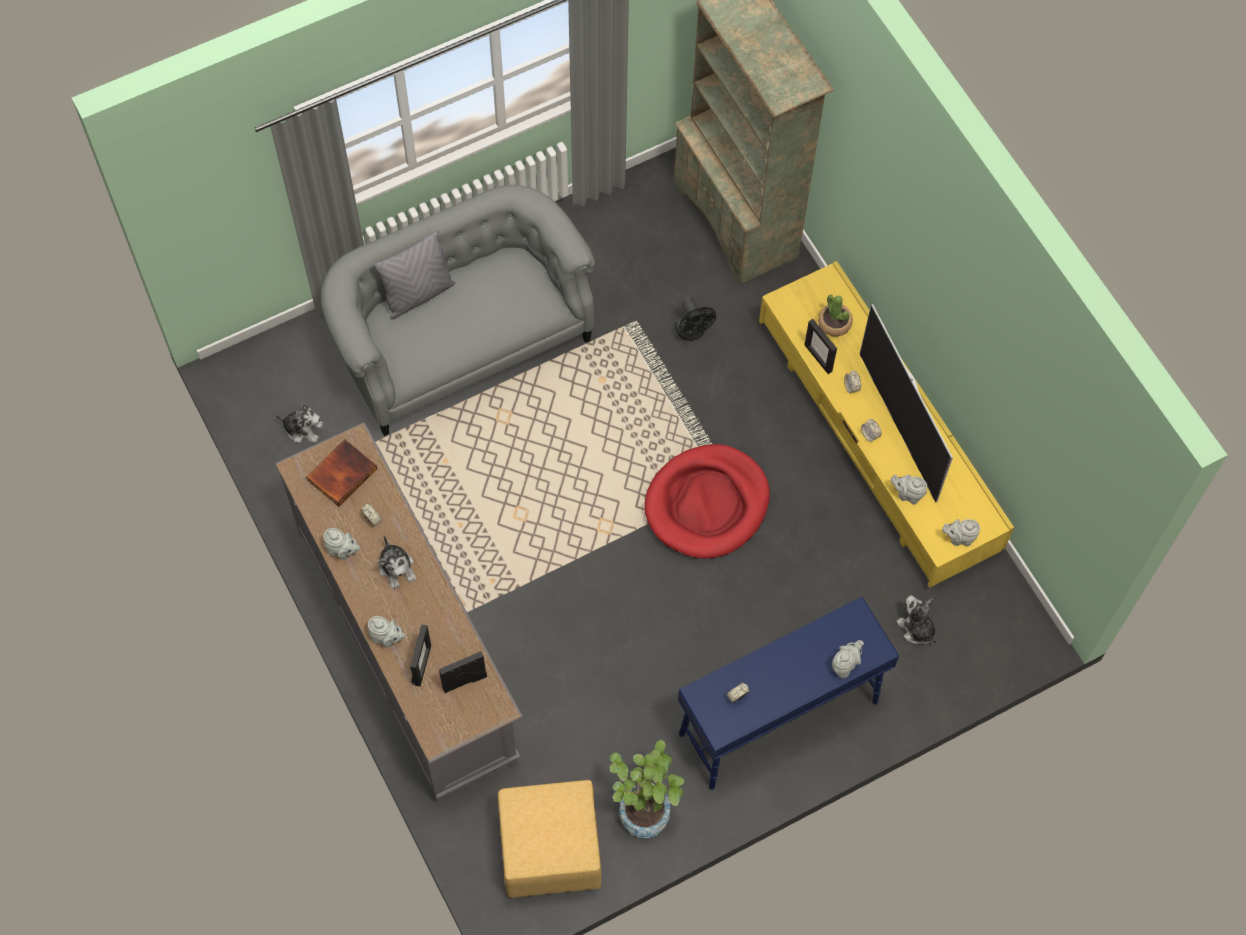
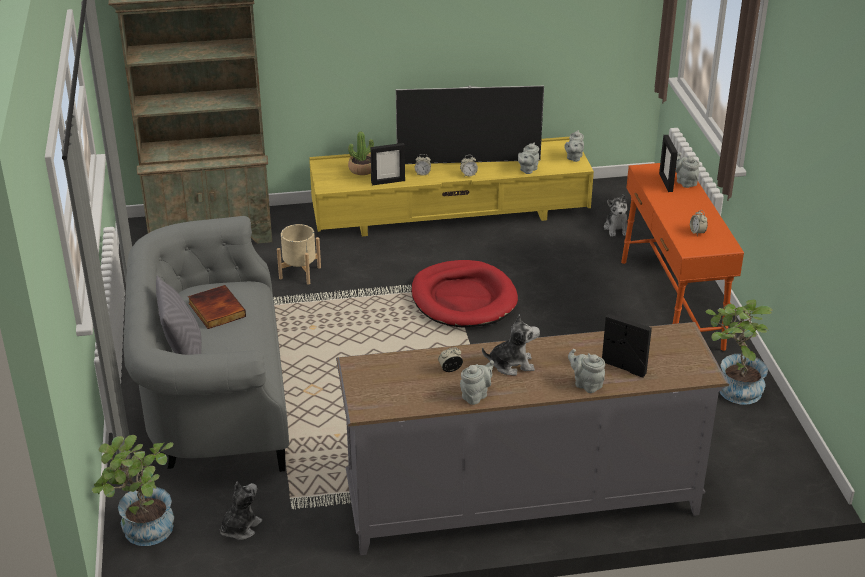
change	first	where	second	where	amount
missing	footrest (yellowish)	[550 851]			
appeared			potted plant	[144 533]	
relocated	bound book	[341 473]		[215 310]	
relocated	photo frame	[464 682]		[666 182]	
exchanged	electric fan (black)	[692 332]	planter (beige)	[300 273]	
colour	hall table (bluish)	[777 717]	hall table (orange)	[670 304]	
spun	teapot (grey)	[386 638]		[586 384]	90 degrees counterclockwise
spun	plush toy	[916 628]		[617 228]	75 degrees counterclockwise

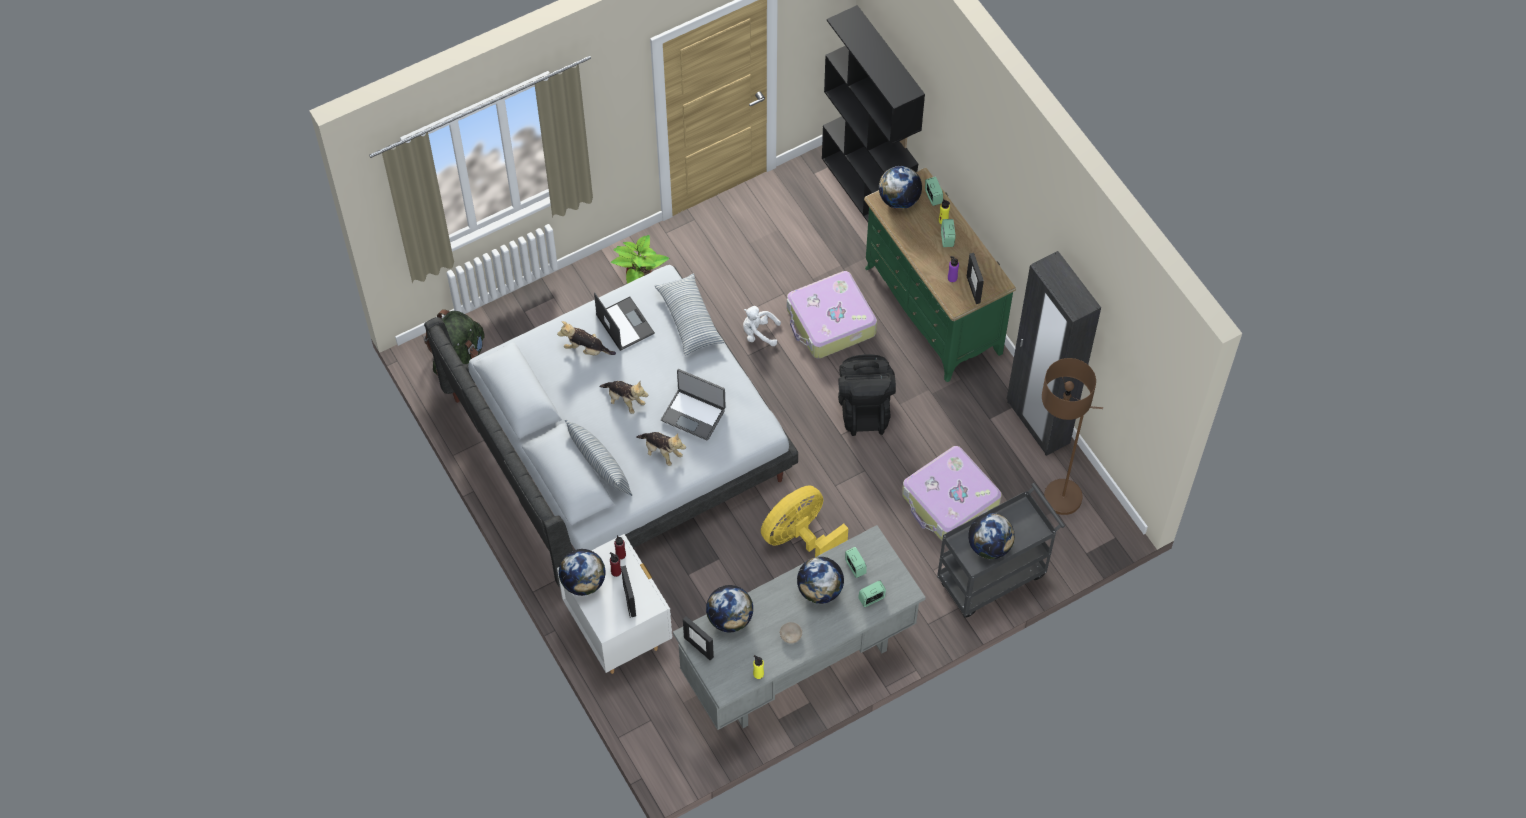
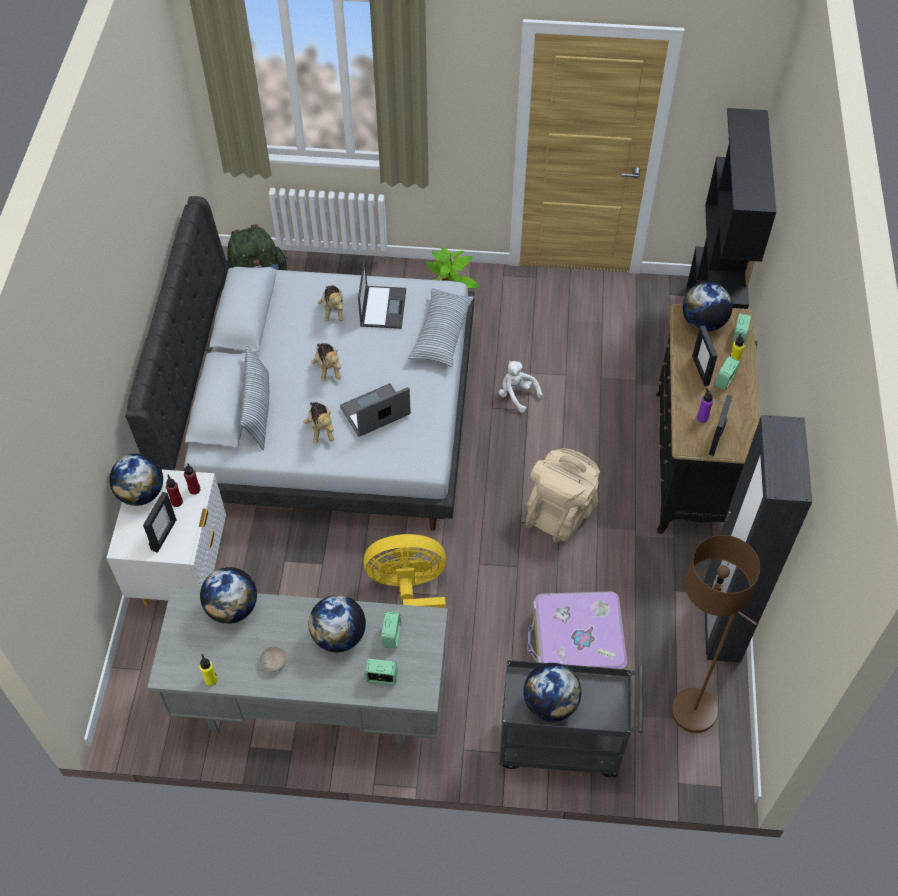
change	first	where	second	where	amount
missing	piece of luggage	[830 322]			
relocated	photo frame	[699 647]		[701 370]	
colour	backpack (black)	[864 408]	backpack (beige)	[561 511]	
colour	chest of drawers (green)	[931 311]	chest of drawers (black)	[690 462]	
spun	plush toy	[586 349]		[333 310]	150 degrees counterclockwise
spun	portable computer	[693 414]		[375 412]	90 degrees clockwise

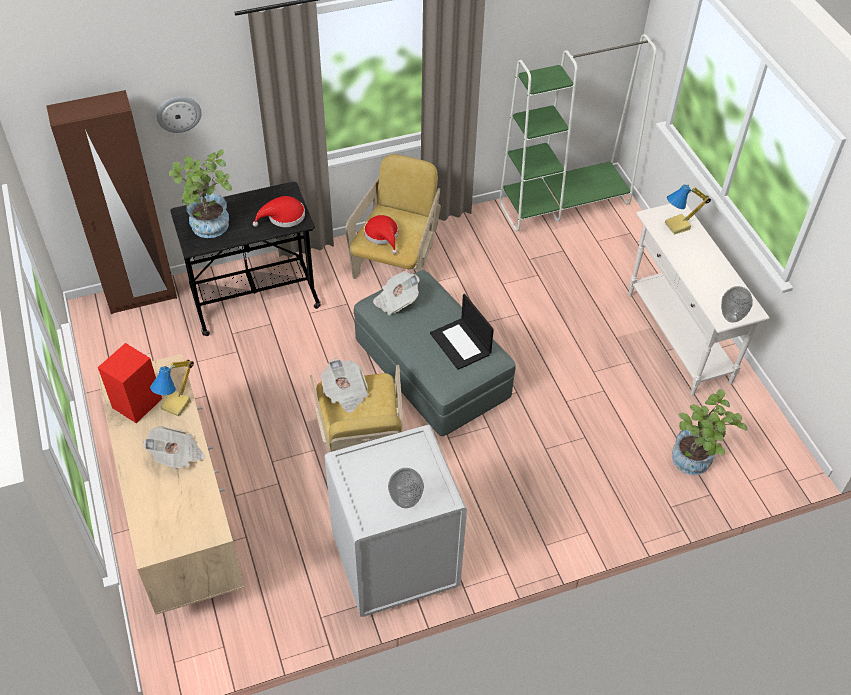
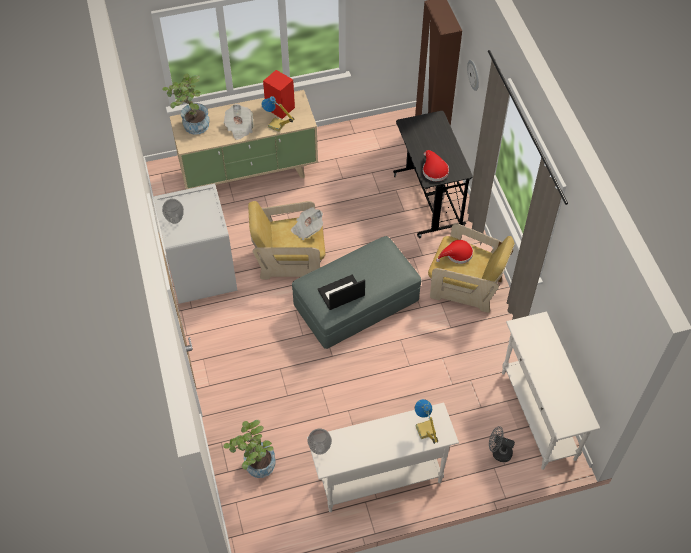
change	first	where	second	where	amount
missing	printed paper	[396 301]			
appeared			electric fan (grey)	[498 452]	
relocated	potted plant	[210 229]		[192 125]	
exchanged	clothes rack (green)	[564 205]	hall table (white)	[537 416]	

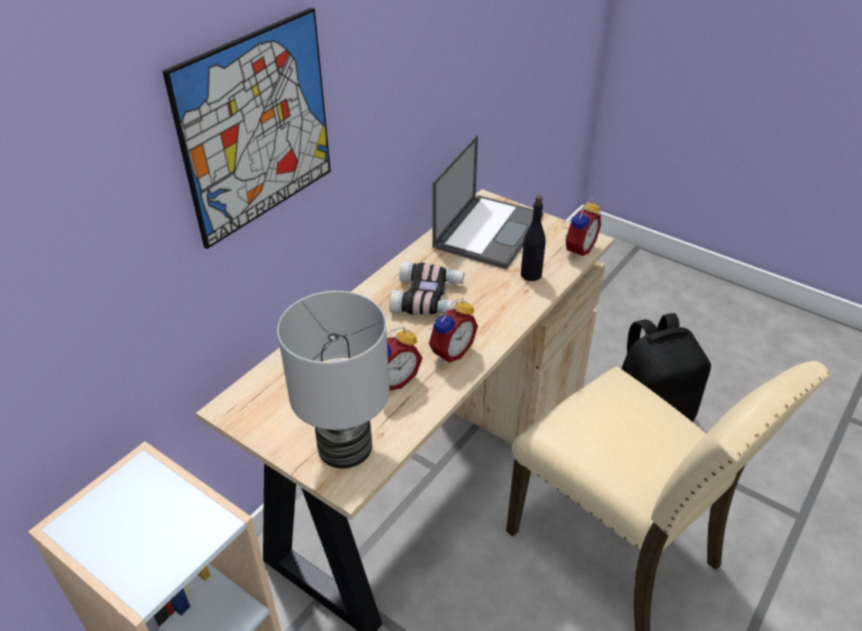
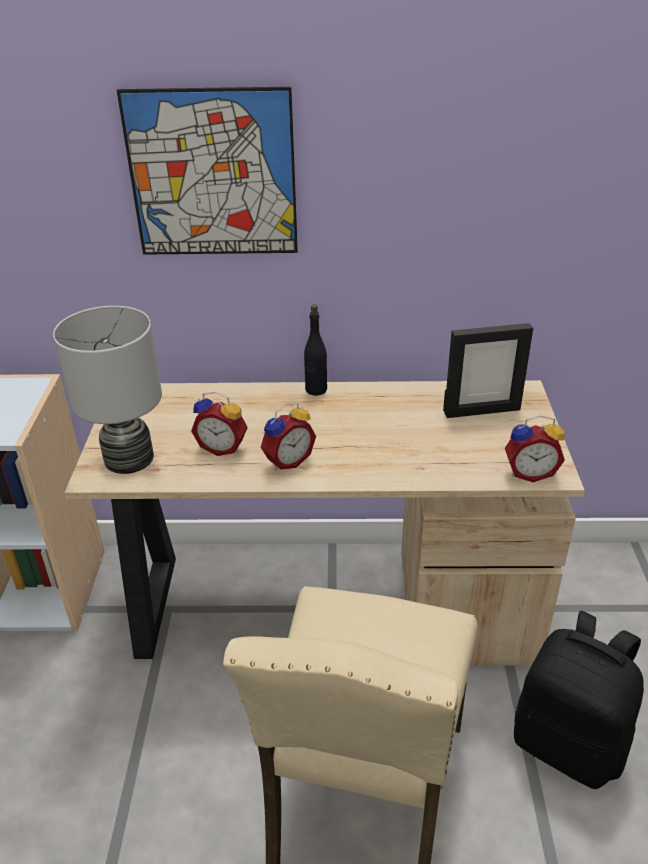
change	first	where	second	where	amount
missing	binoculars	[429 297]			
relocated	bottle (black)	[531 275]		[316 390]	
exchanged	portable computer	[488 230]	photo frame	[481 410]	
spun	table clock	[450 352]		[287 461]	45 degrees counterclockwise

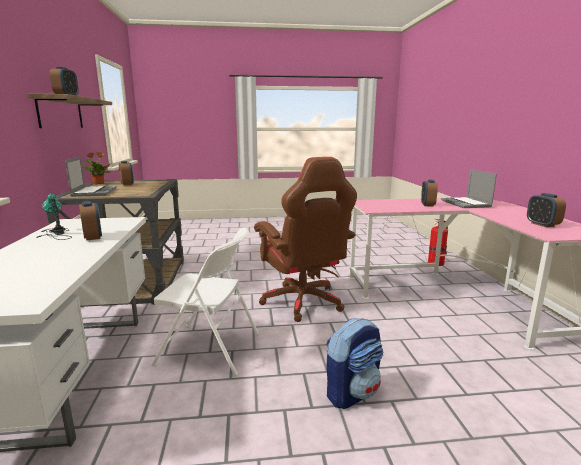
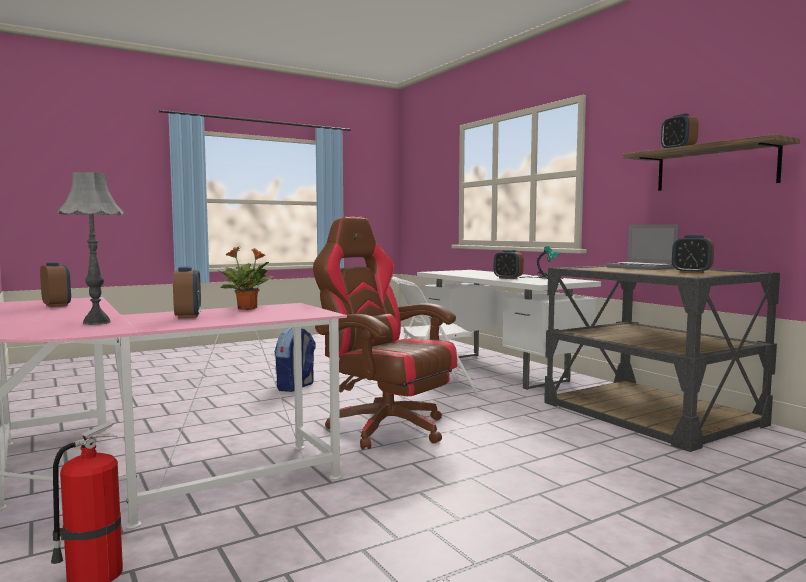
change	first	where	second	where	amount
relocated	potted plant	[98 183]		[248 309]	
exchanged	portable computer	[466 204]	tabletop lamp (grey)	[96 323]	

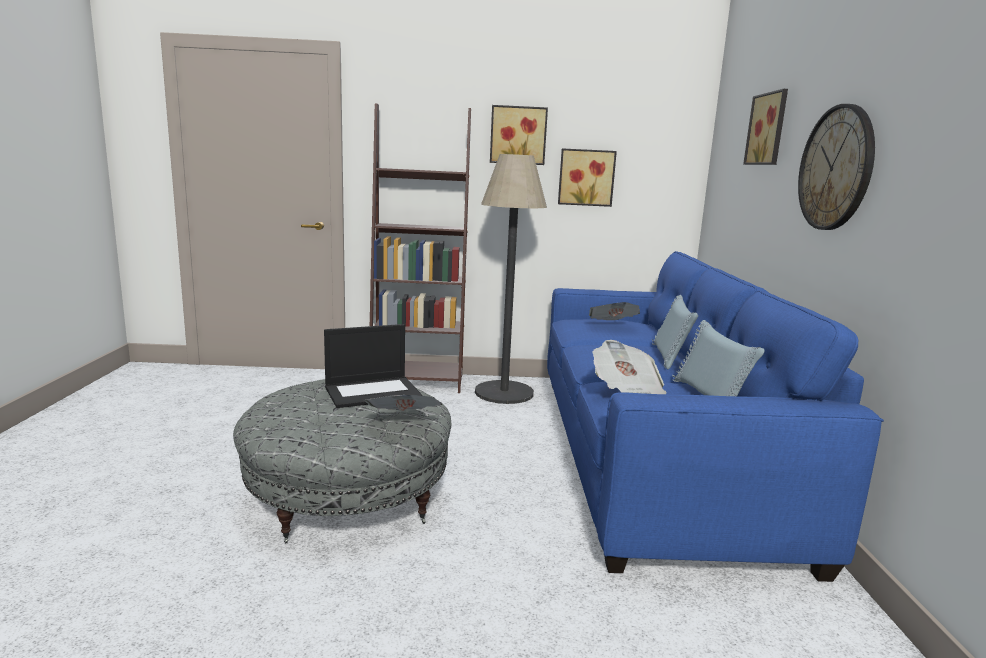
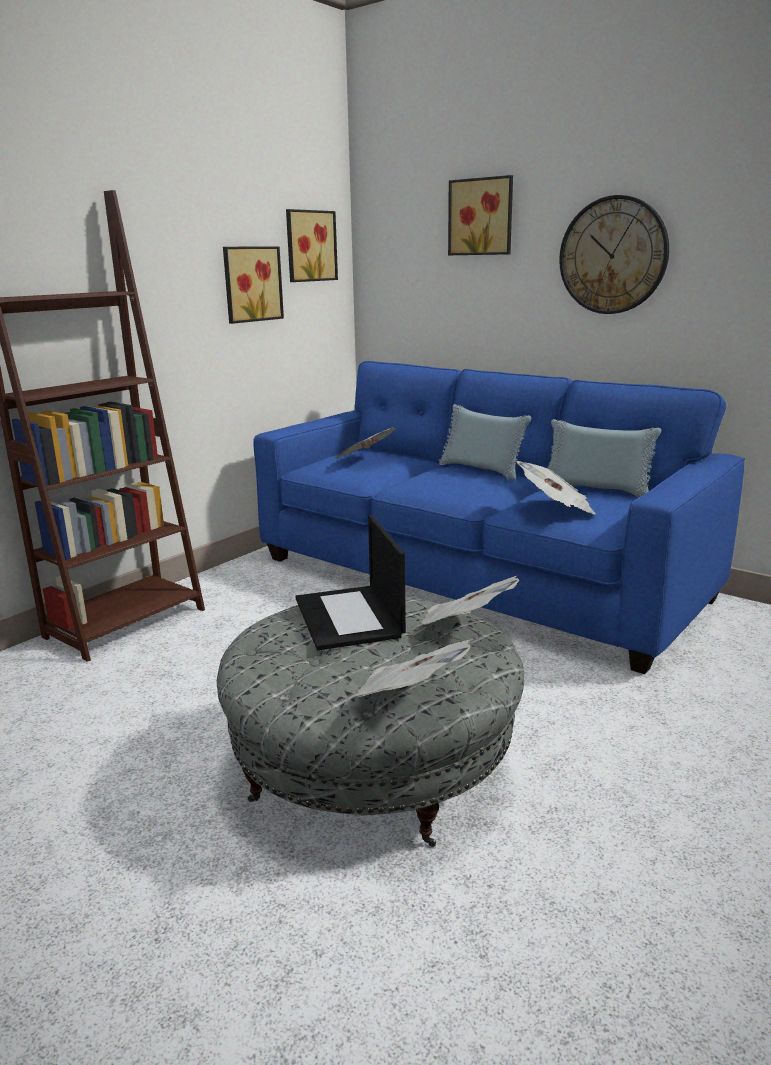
change	first	where	second	where	amount
missing	standard lamp	[504 393]			
appeared			printed paper	[410 697]	
relocated	wall picture	[518 135]		[309 246]	
spun	portable computer	[373 392]		[350 618]	150 degrees clockwise

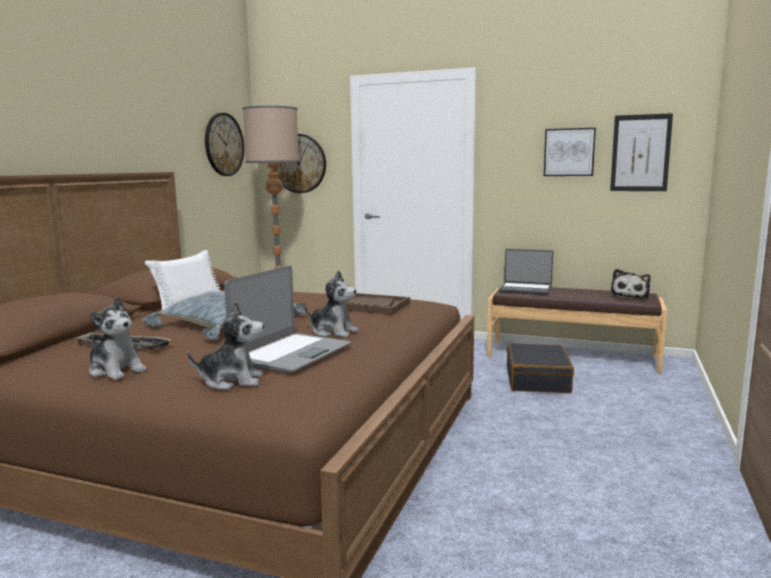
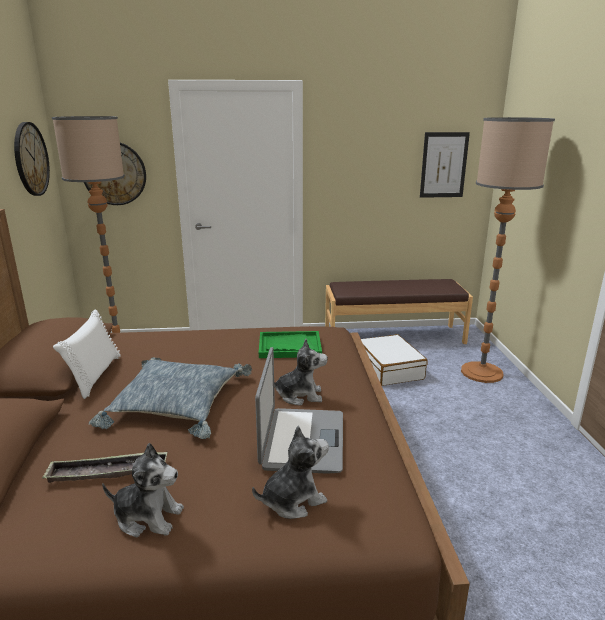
change	first	where	second	where	amount
missing	portable computer	[525 290]			
missing	wall picture	[569 152]			
missing	plush toy	[630 296]			
appeared			standard lamp	[481 372]	
colour	carrying tray (brownish)	[371 306]	carrying tray (green)	[289 346]	
colour	piece of luggage (black)	[538 380]	piece of luggage (white)	[389 369]	

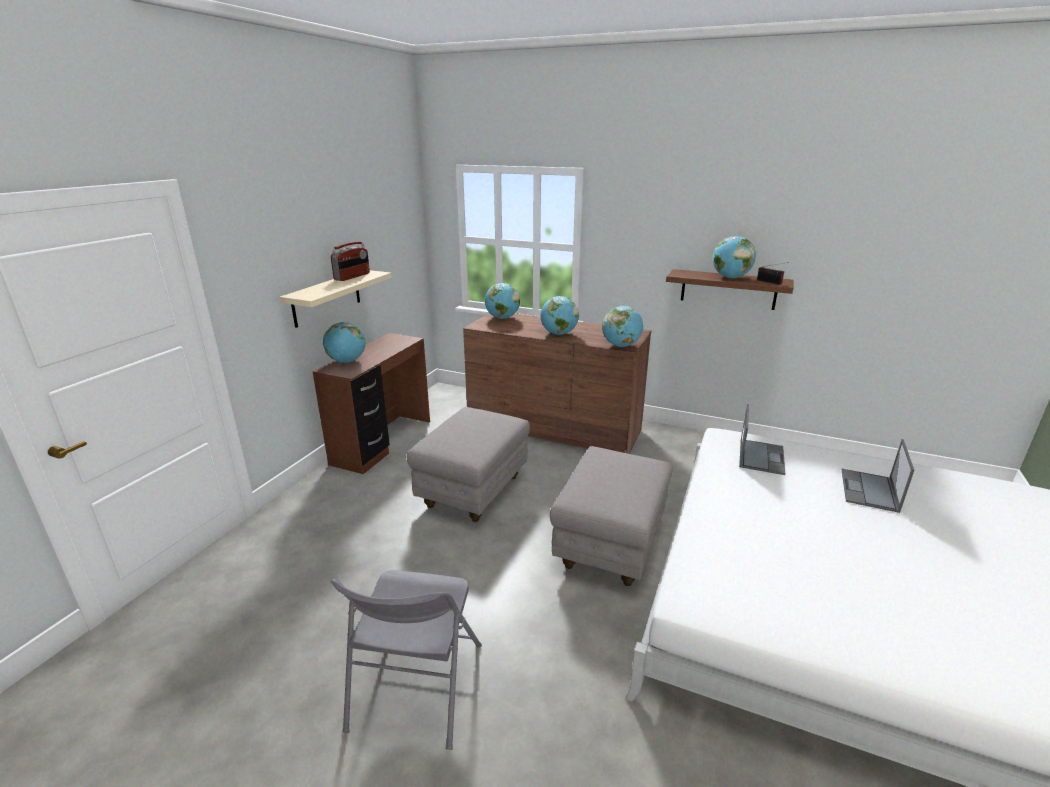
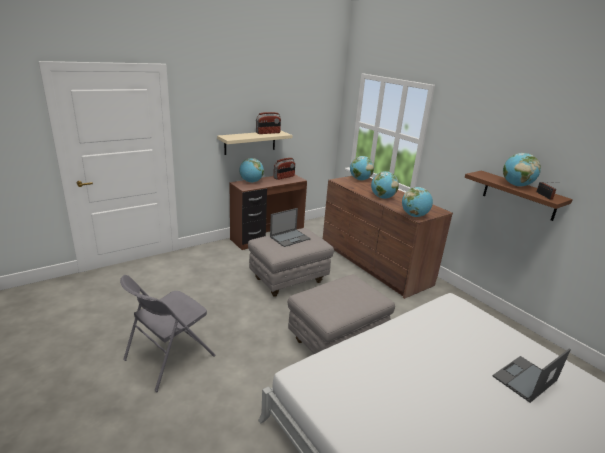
change	first	where	second	where	amount
appeared			radio set	[284 177]	
relocated	portable computer	[761 456]		[290 238]	

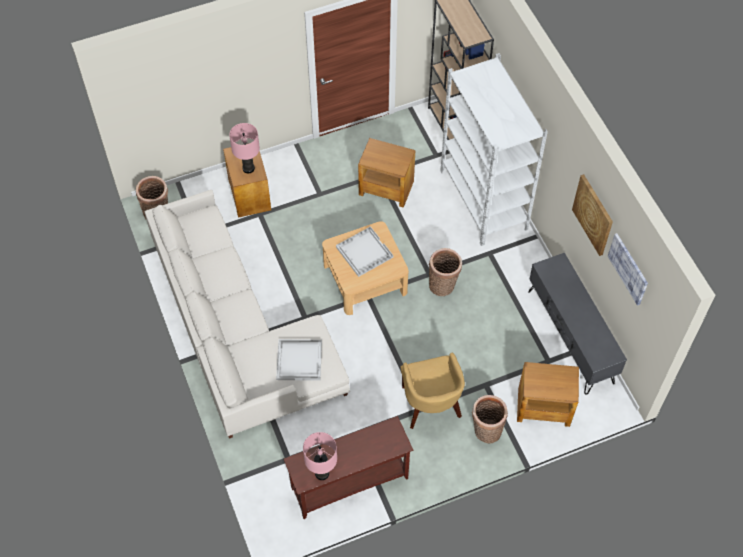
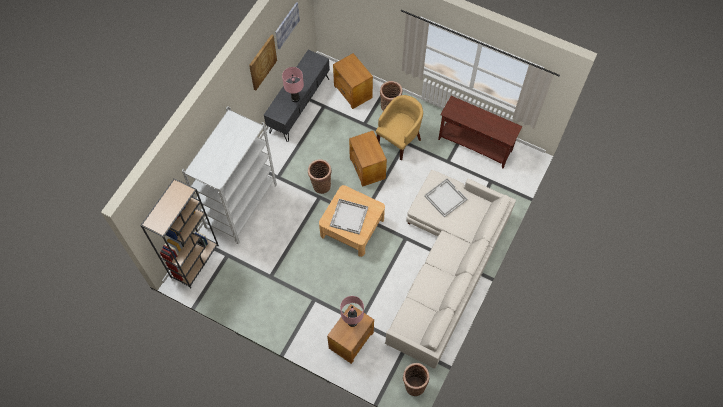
change	first	where	second	where	amount
relocated	tabletop lamp (pinkish)	[322 473]		[295 98]	
relocated	side table (brownish)	[386 187]		[367 168]	

